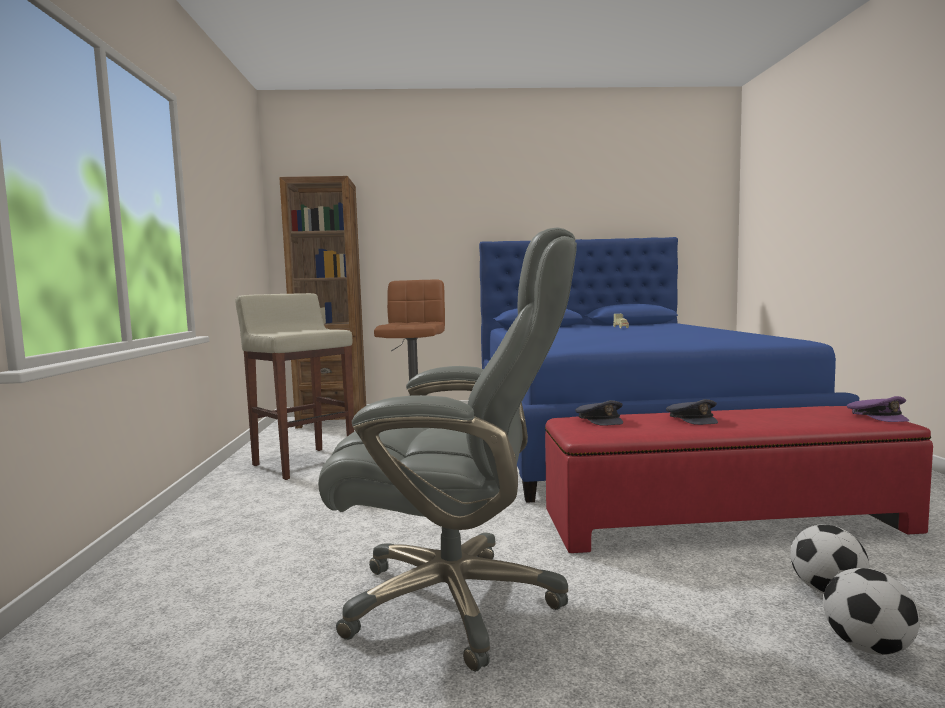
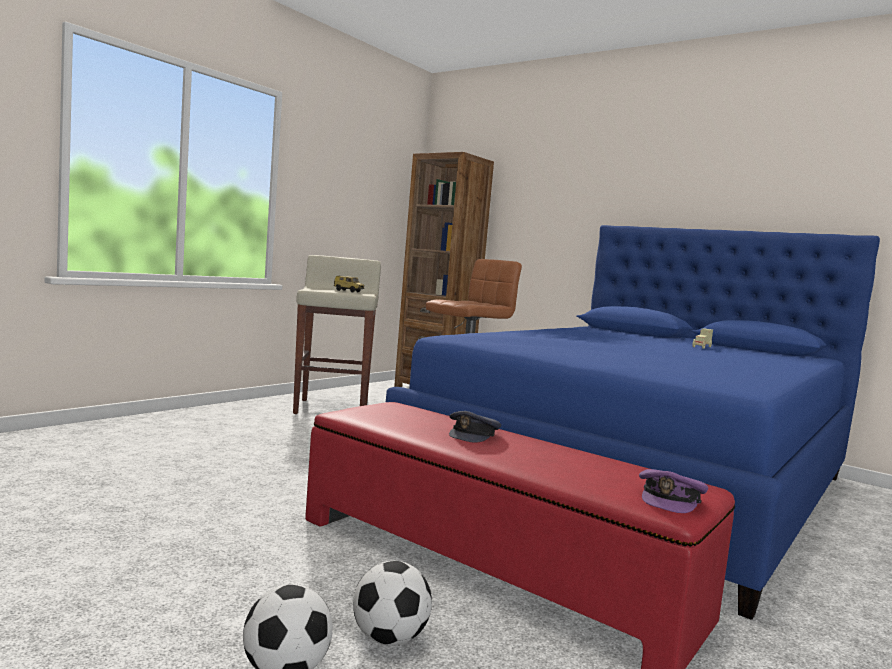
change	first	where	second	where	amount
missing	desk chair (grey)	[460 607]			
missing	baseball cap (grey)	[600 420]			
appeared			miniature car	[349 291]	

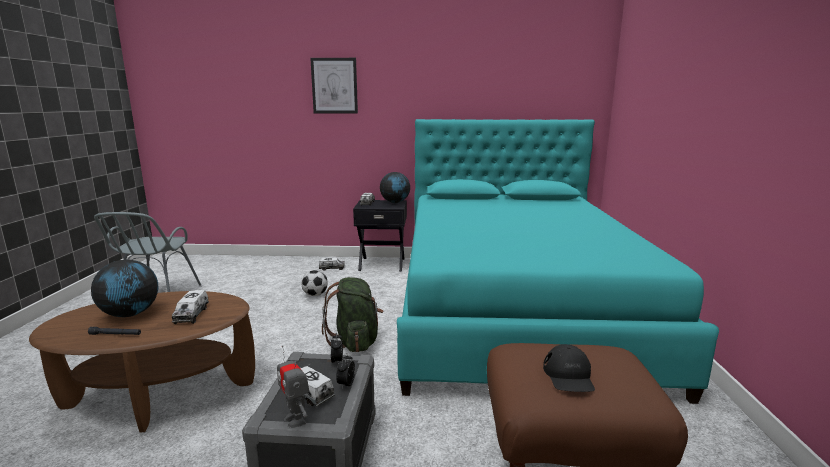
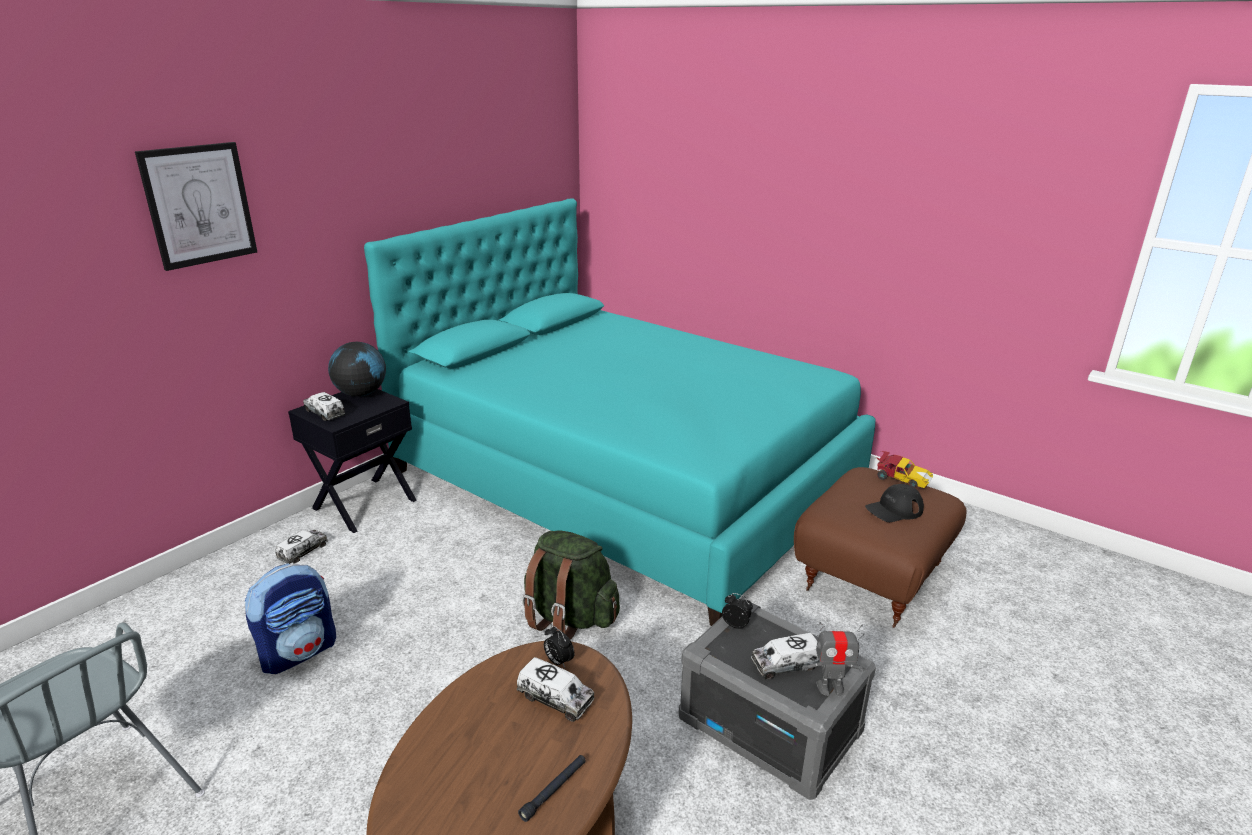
change	first	where	second	where	amount
missing	world globe	[131 314]			
missing	football ball	[315 295]			
appeared			backpack	[299 652]	
appeared			miniature car	[901 478]	
relocated	table clock	[346 384]		[558 661]	
spun	baseball cap (black)	[569 376]		[894 509]	120 degrees clockwise

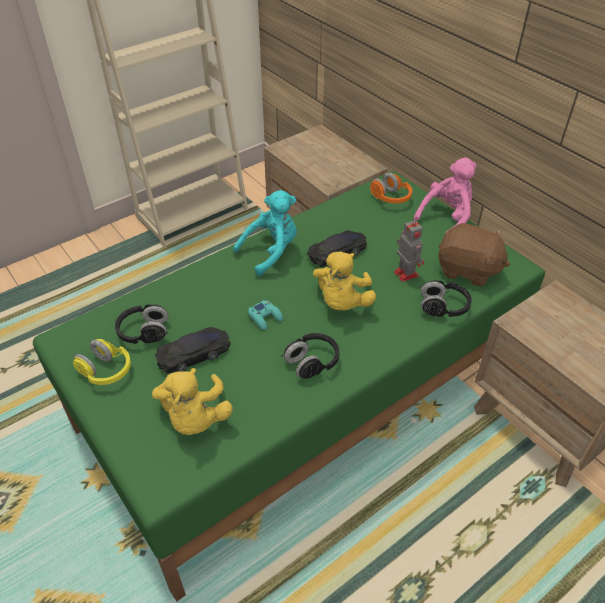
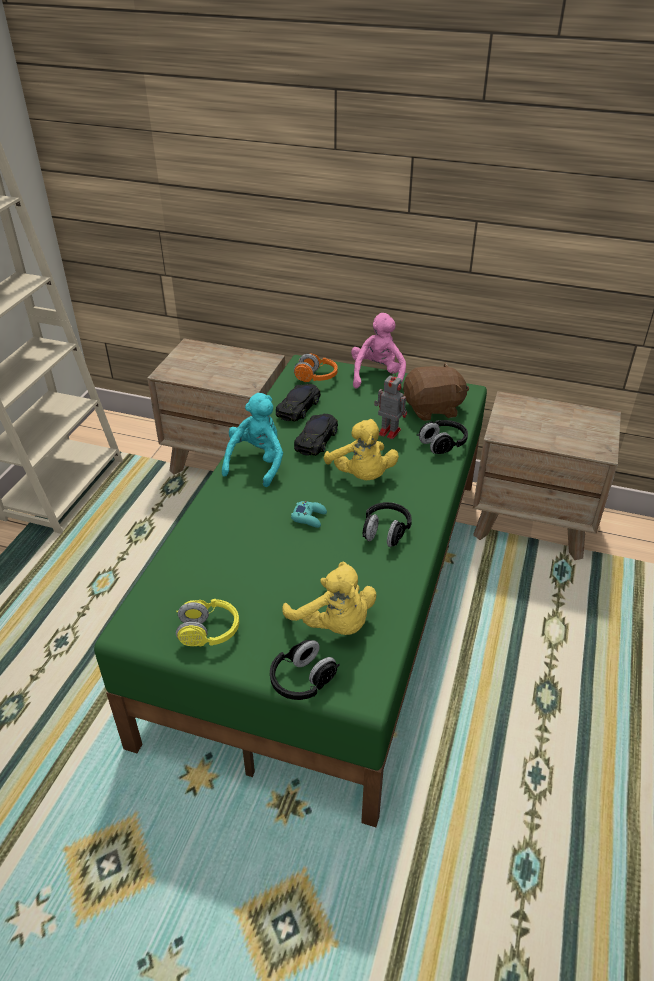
change	first	where	second	where	amount
relocated	headset (black)	[144 332]		[302 680]	
relocated	miniature car (black)	[194 354]		[299 406]	

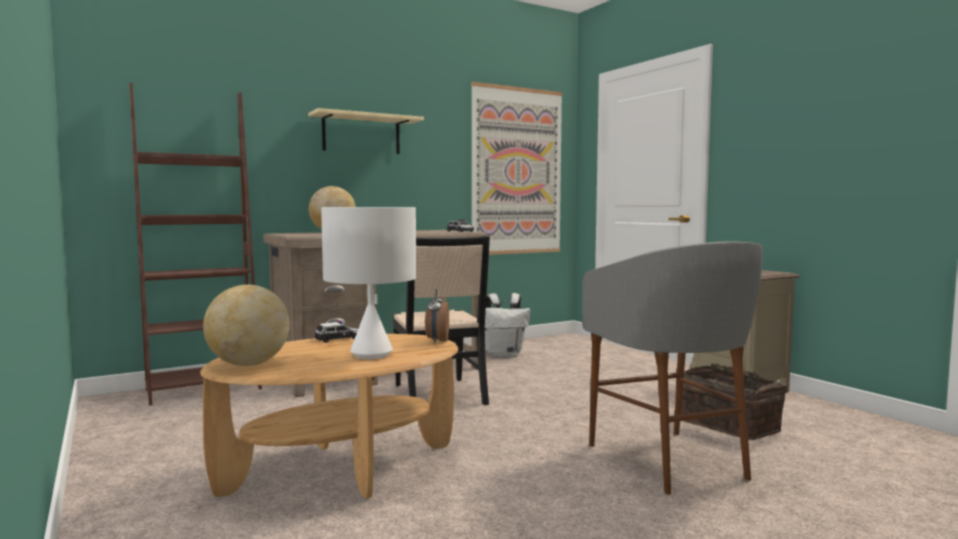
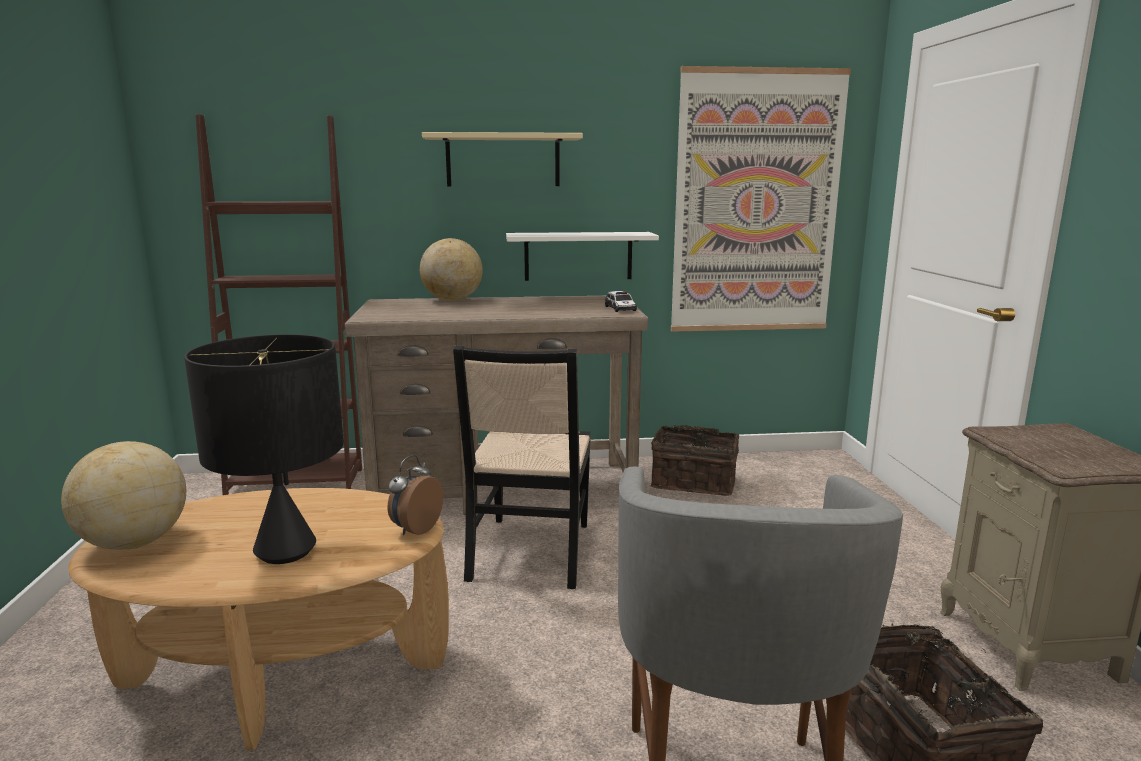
change	first	where	second	where	amount
missing	miniature car	[338 338]			
appeared			shelf (white)	[578 256]	
exchanged	backpack (white)	[504 355]	storage basket	[694 482]	
colour	tabletop lamp (white)	[371 355]	tabletop lamp (black)	[285 552]	

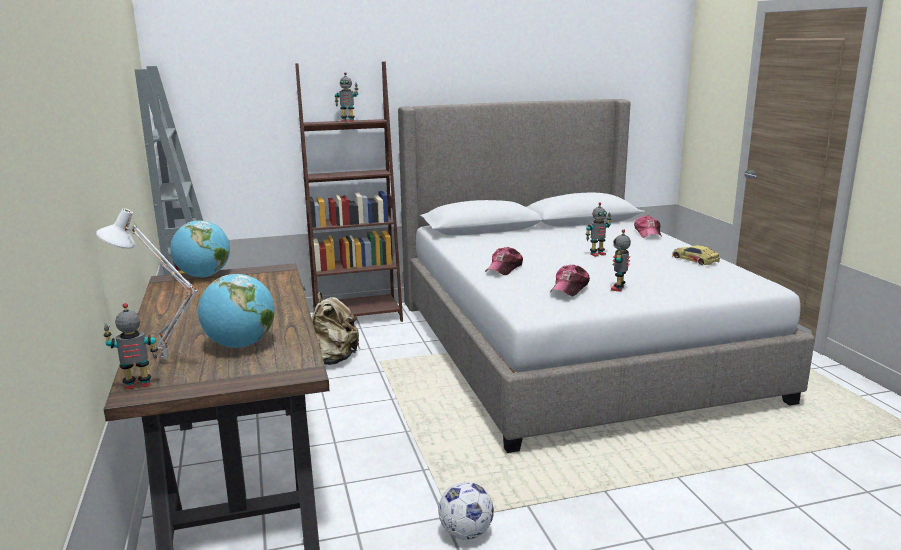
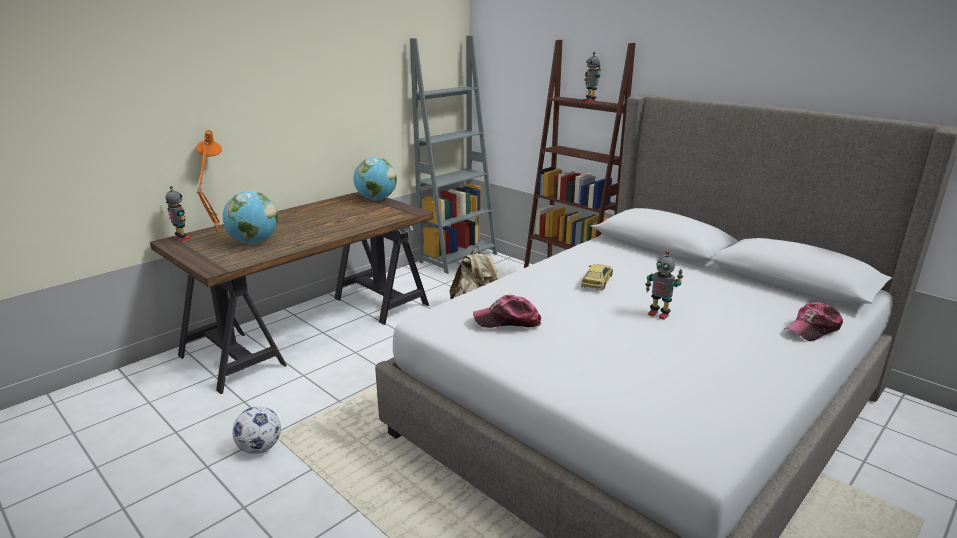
change	first	where	second	where	amount
missing	baseball cap	[504 268]			
missing	robot figure	[619 289]			
relocated	miniature car	[694 260]		[597 281]	
colour	tabletop lamp (white)	[162 363]	tabletop lamp (orange)	[216 234]	

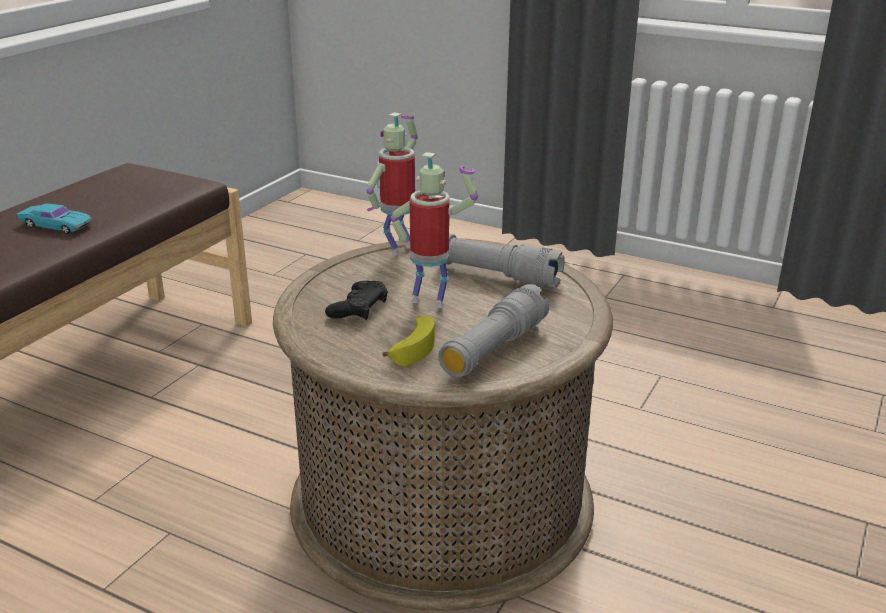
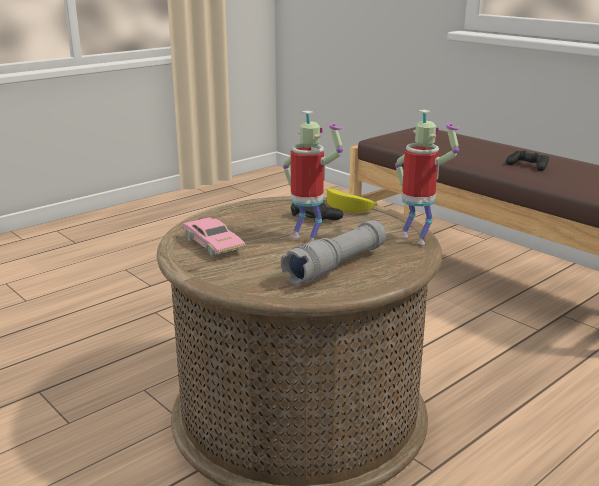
change	first	where	second	where	amount
relocated	whole banana	[412 346]		[350 207]	
exchanged	miniature car (blue-green)	[55 225]	joypad (black)	[528 166]	
exchanged	flashlight (grey)	[494 348]	miniature car (pinkish)	[213 244]	
spun	robot figure	[431 301]		[308 238]	90 degrees counterclockwise

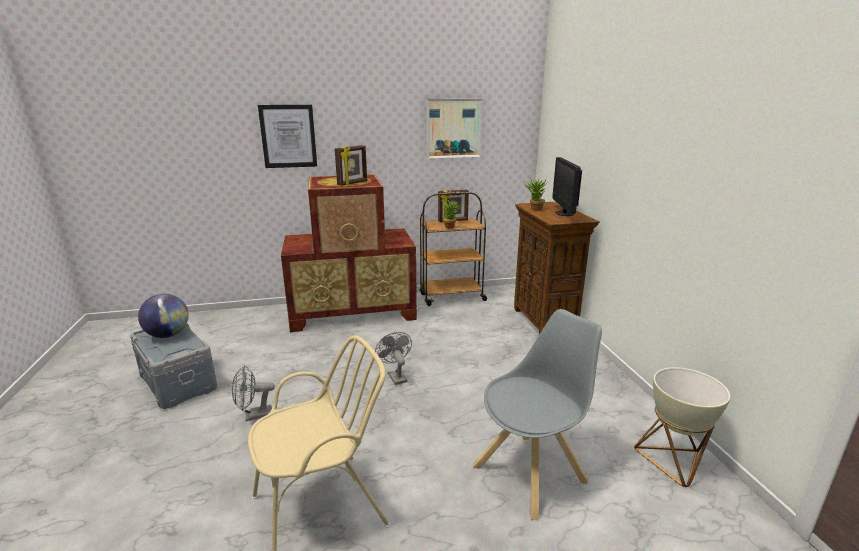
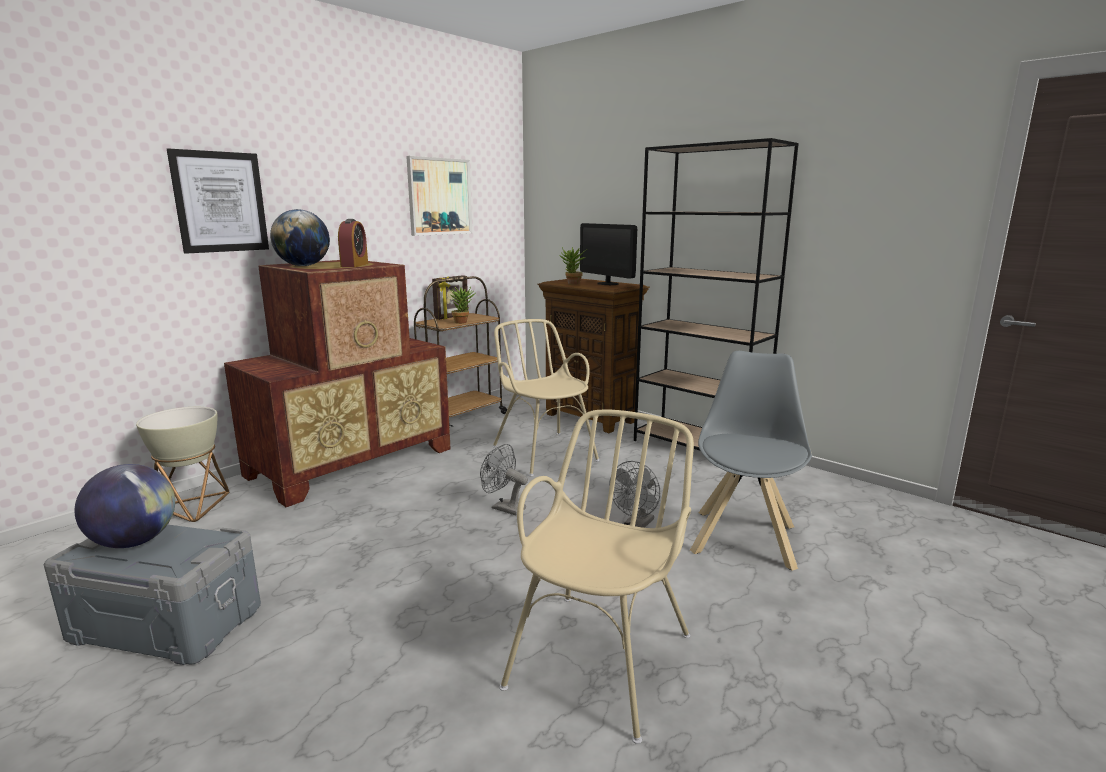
change	first	where	second	where	amount
appeared			world globe	[303 266]	
appeared			plain chair (beige)	[543 451]	
appeared			bookcase (beige)	[698 448]	
relocated	electric fan (grey)	[254 416]		[636 526]	
relocated	planter	[671 463]		[193 508]	
exchanged	photo frame	[353 183]	table clock	[354 265]	

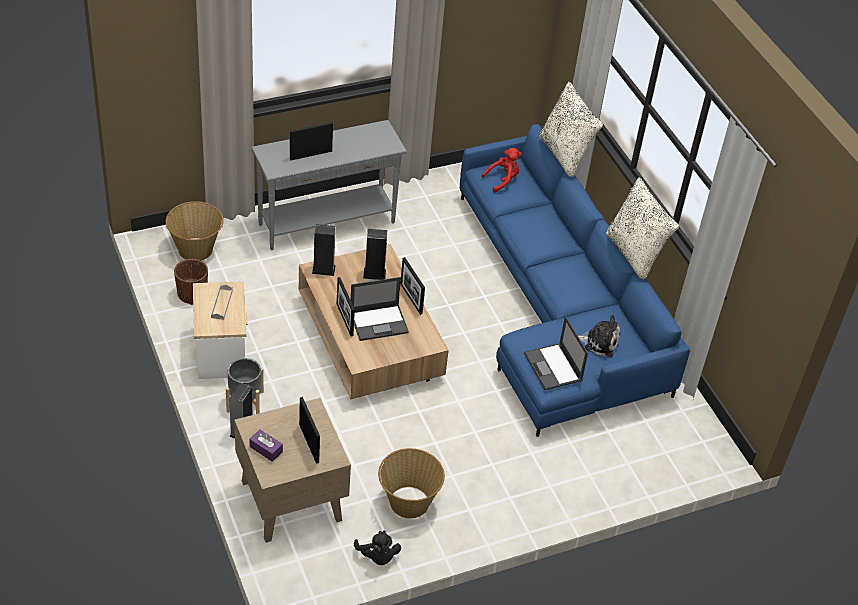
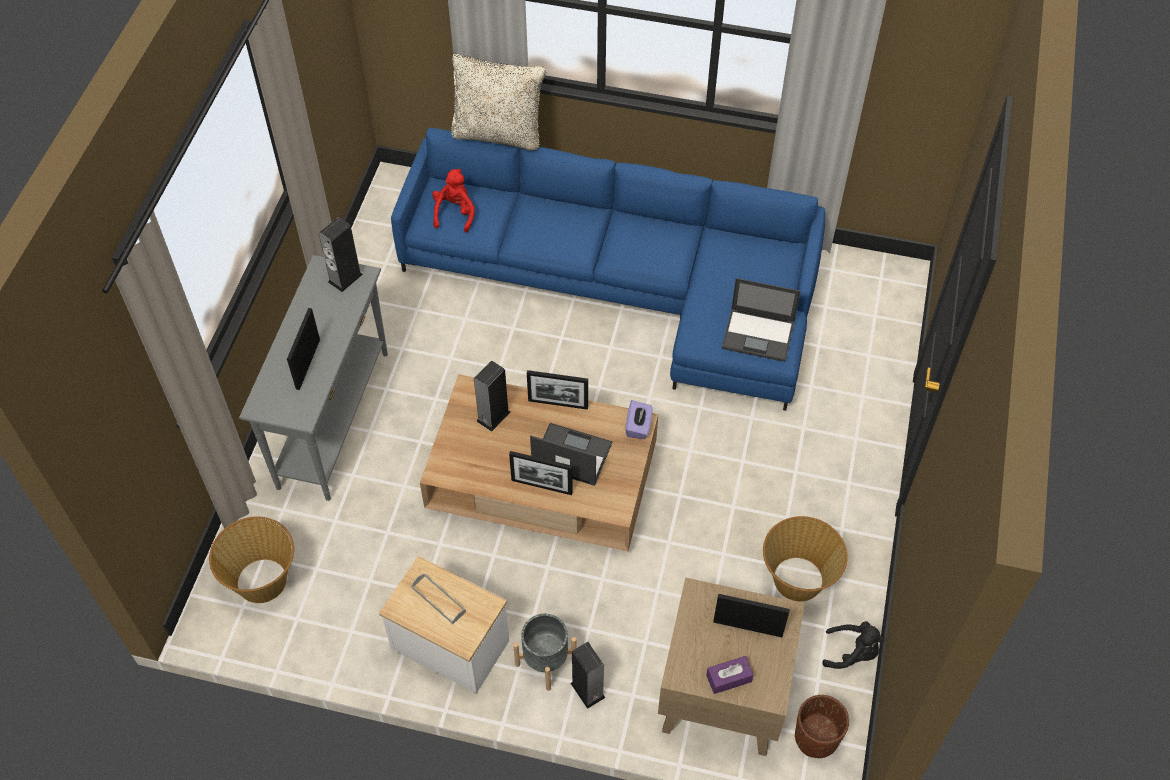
change	first	where	second	where	amount
missing	plush toy	[599 342]			
missing	cushion (beige)	[633 256]			
appeared			tissue box (purple)	[638 426]	
relocated	planter (brownish)	[192 294]		[816 738]	
relocated	speaker	[323 269]		[345 278]	
spun	portable computer	[379 322]		[570 454]	90 degrees counterclockwise

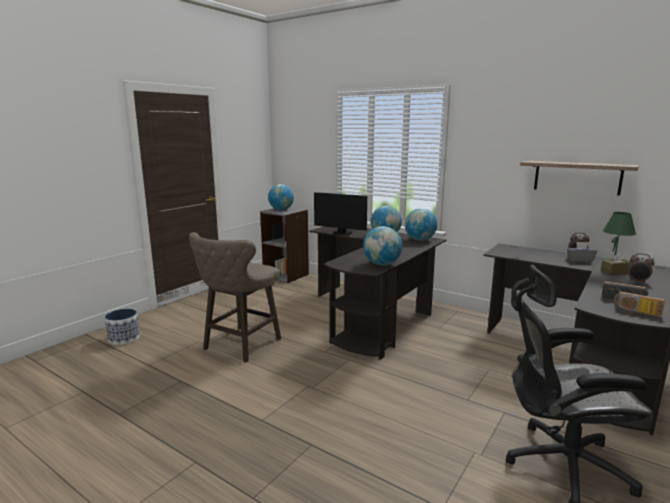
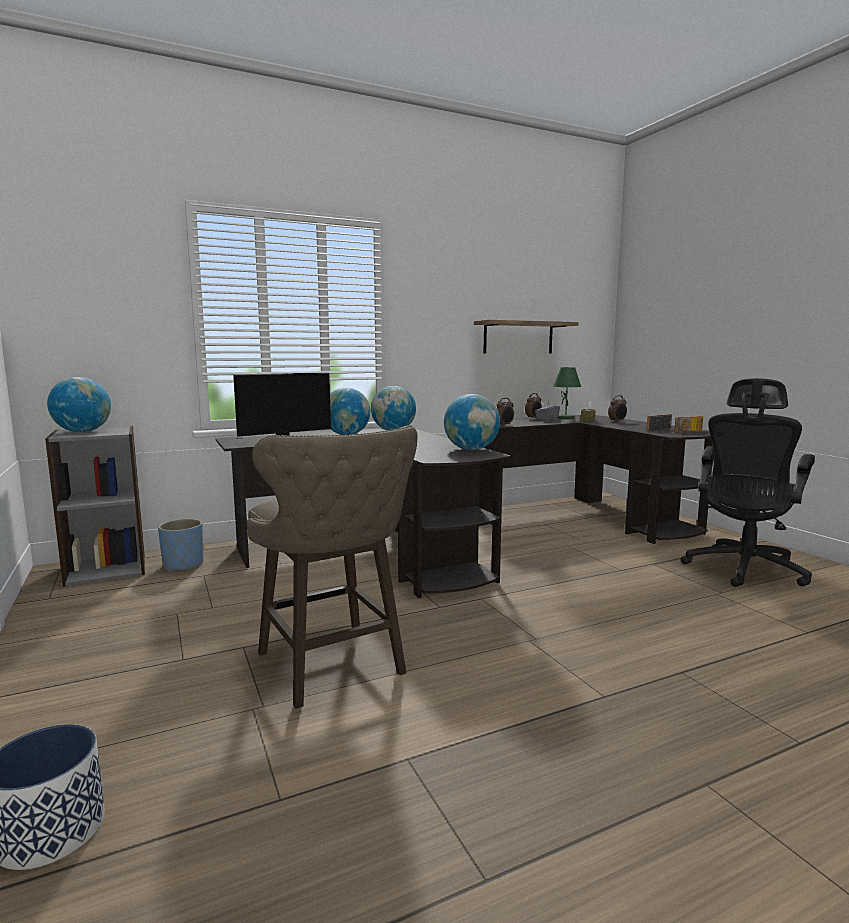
change	first	where	second	where	amount
appeared			planter (bluish)	[183 565]	
appeared			table clock	[504 425]	

